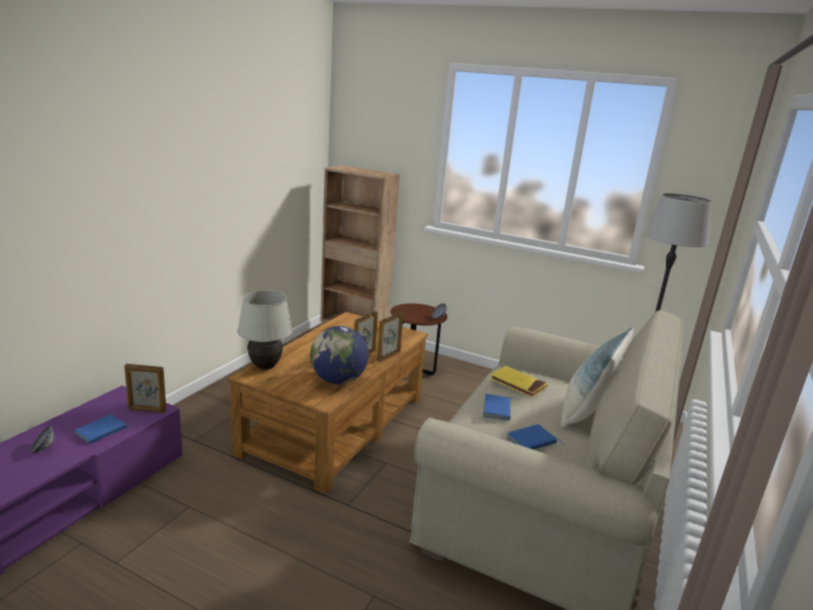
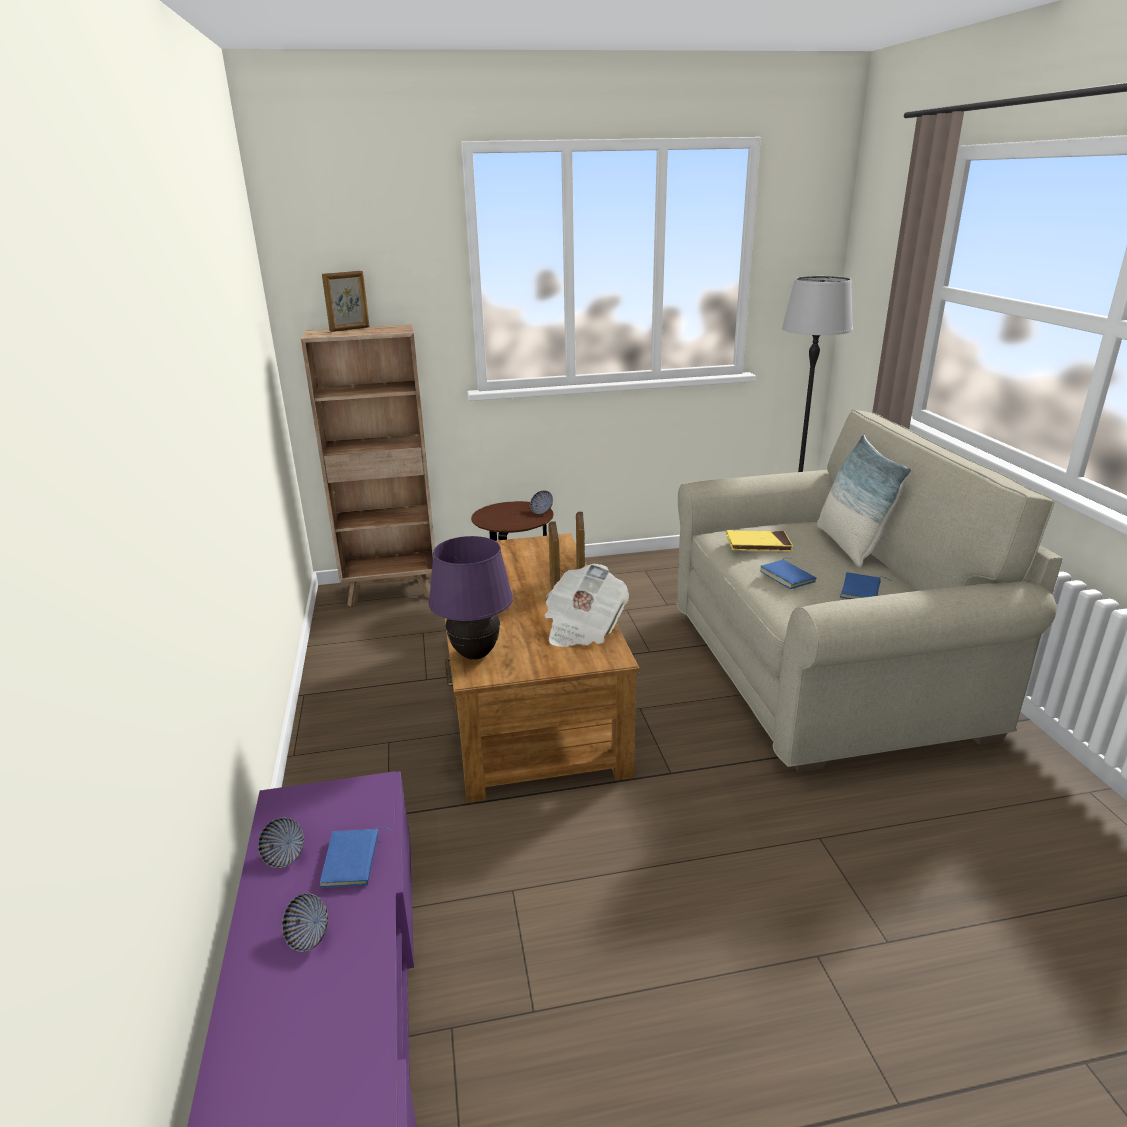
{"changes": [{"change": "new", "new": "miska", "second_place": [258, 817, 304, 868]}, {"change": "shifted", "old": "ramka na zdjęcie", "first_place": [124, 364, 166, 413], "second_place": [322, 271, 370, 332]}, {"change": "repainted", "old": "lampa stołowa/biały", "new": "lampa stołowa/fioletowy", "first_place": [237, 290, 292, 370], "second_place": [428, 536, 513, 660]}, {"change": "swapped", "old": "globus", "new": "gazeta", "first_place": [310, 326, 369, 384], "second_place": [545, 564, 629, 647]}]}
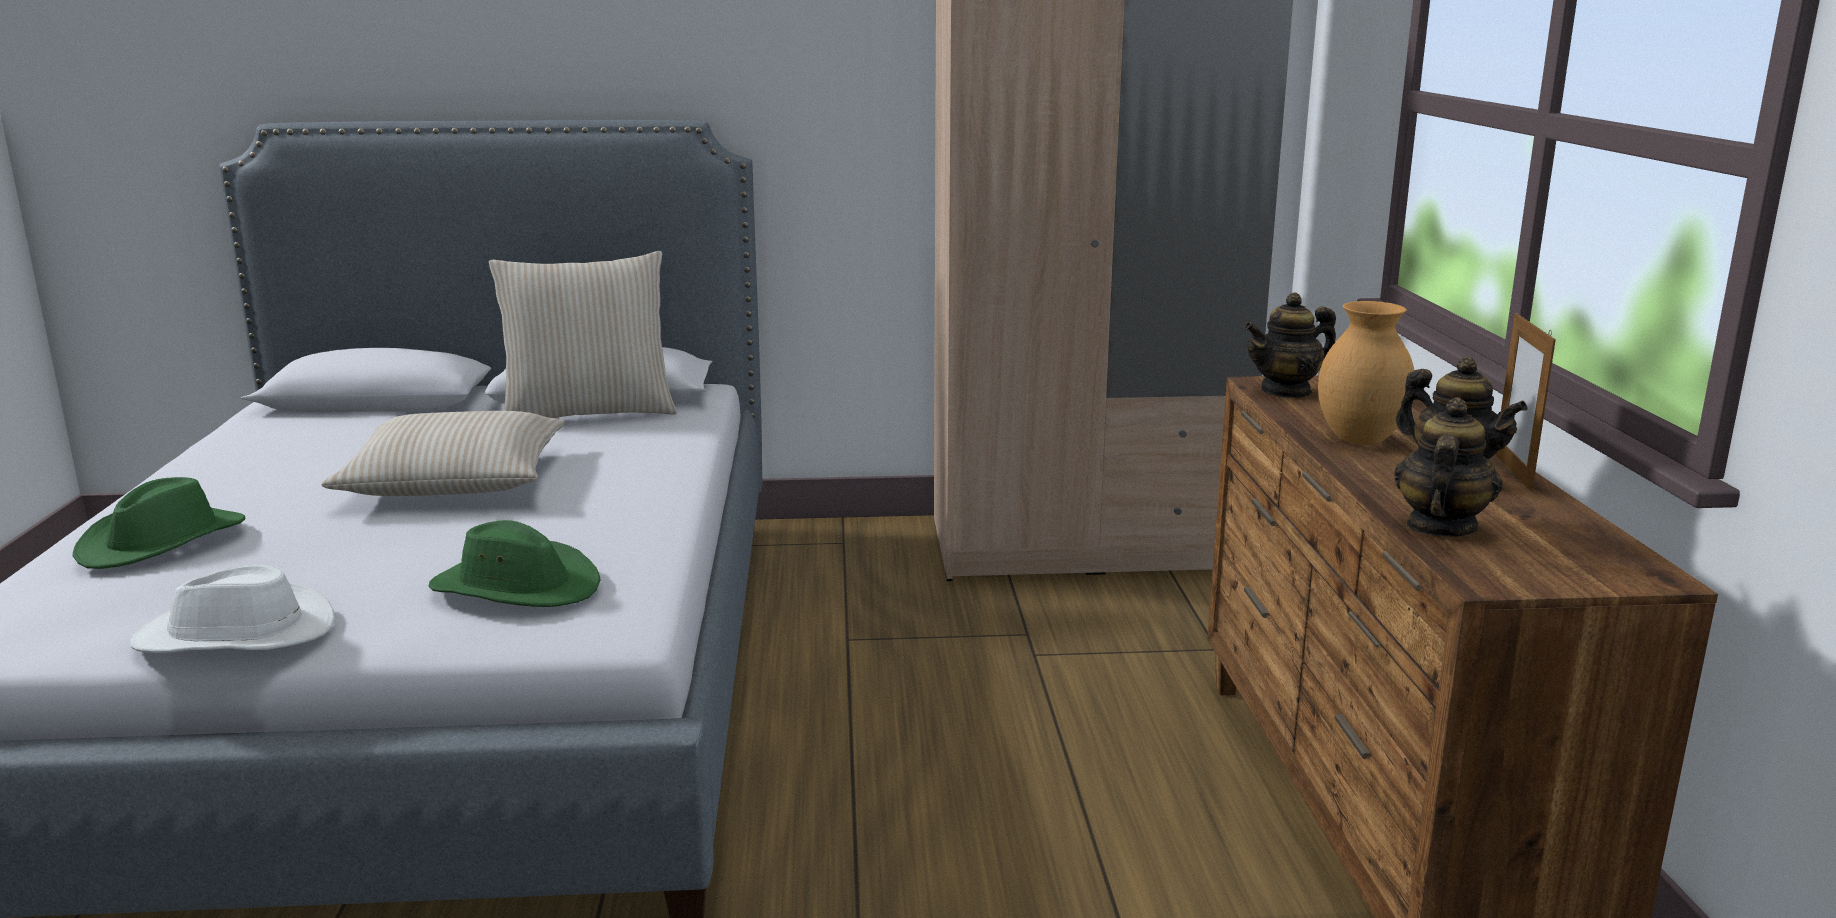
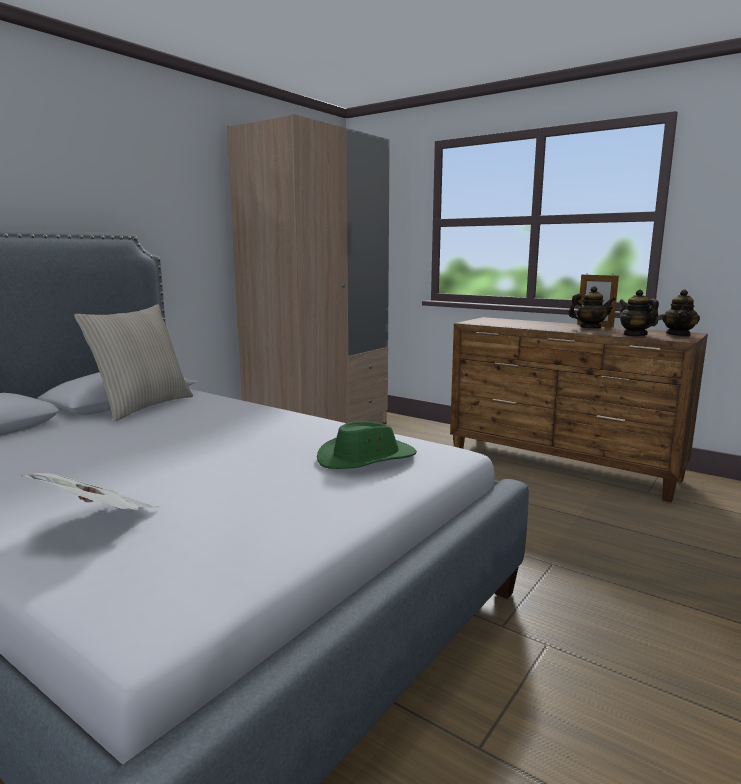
{"changes": [{"change": "swapped", "old": "kapelusz/zielony", "new": "gazeta", "first_place": [72, 477, 245, 569], "second_place": [21, 473, 160, 510]}, {"change": "shifted", "old": "imbryk", "first_place": [1244, 292, 1336, 398], "second_place": [662, 289, 700, 336]}, {"change": "gone", "old": "kapelusz/biały", "first_place": [130, 564, 335, 653]}, {"change": "gone", "old": "poduszka/beżowy", "first_place": [321, 411, 565, 496]}, {"change": "gone", "old": "wazon/brązowy", "first_place": [1318, 301, 1414, 445]}]}
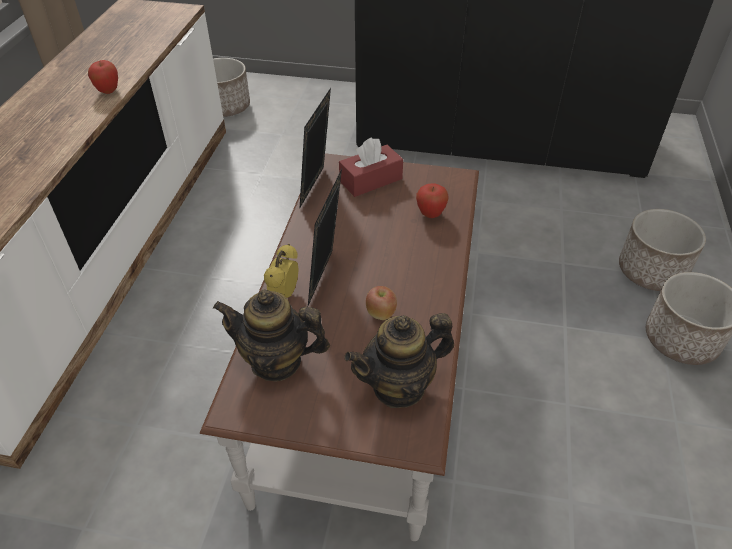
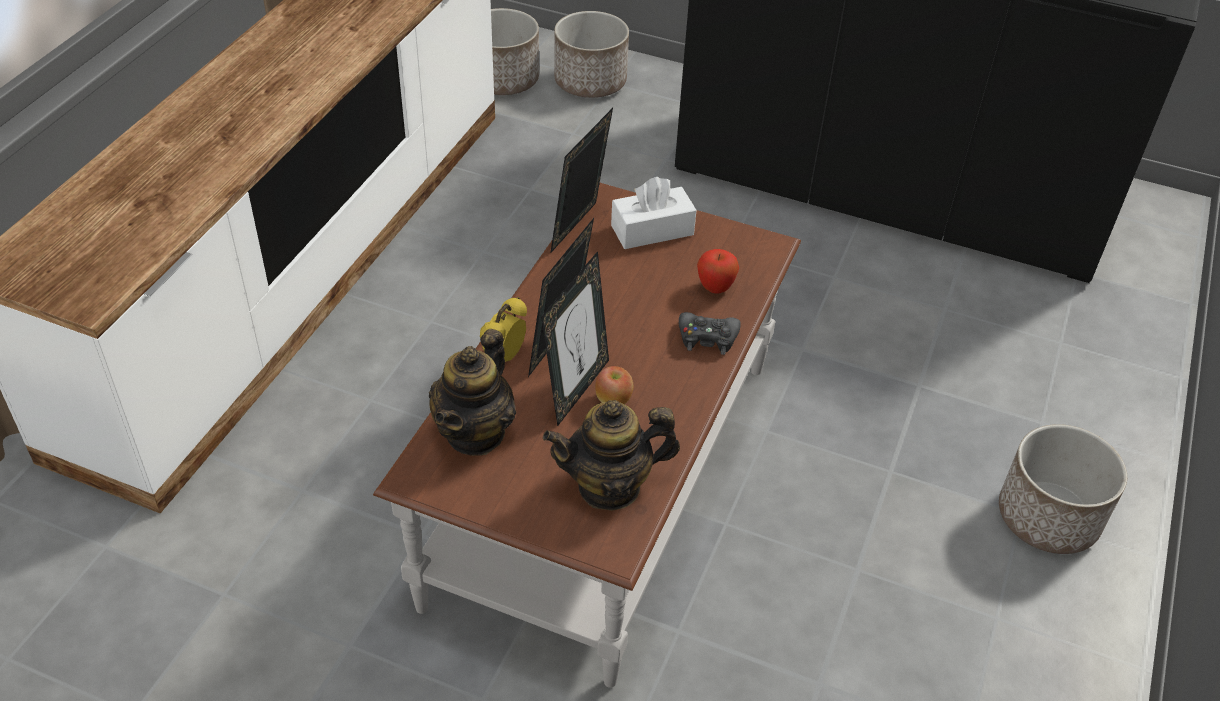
{"changes": [{"change": "rotated", "old": "imbryk", "first_place": [213, 289, 330, 382], "second_place": [429, 329, 516, 456], "degrees": -90}, {"change": "new", "new": "ramka na zdjęcie", "second_place": [541, 251, 609, 426]}, {"change": "shifted", "old": "donica", "first_place": [619, 209, 706, 291], "second_place": [554, 11, 629, 98]}, {"change": "repainted", "old": "pudełko chusteczek/czerwony", "new": "pudełko chusteczek/biały", "first_place": [339, 137, 403, 197], "second_place": [611, 177, 696, 249]}, {"change": "new", "new": "pad do gier/czarny", "second_place": [679, 312, 741, 355]}, {"change": "gone", "old": "jabłko", "first_place": [88, 60, 118, 94]}]}
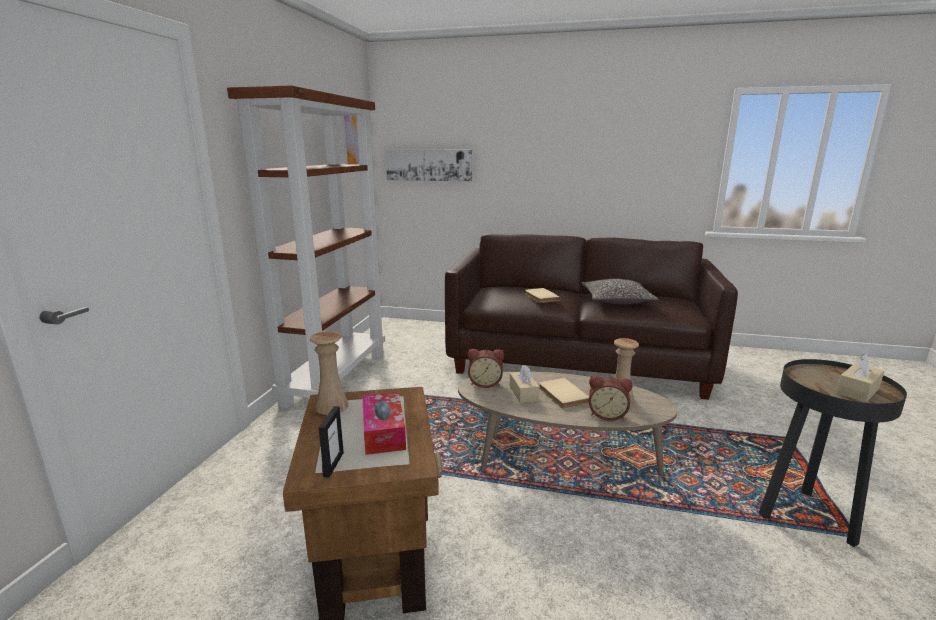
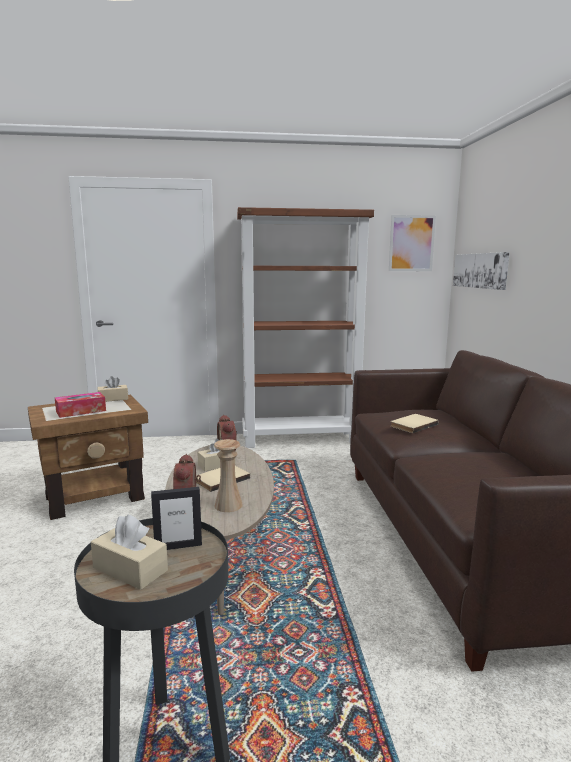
{"changes": [{"change": "swapped", "old": "wazon/beżowy", "new": "pudełko chusteczek/beżowy", "first_place": [310, 331, 349, 415], "second_place": [98, 376, 128, 402]}, {"change": "shifted", "old": "ramka na zdjęcie", "first_place": [319, 406, 344, 478], "second_place": [151, 487, 202, 550]}, {"change": "gone", "old": "poduszka", "first_place": [581, 279, 659, 304]}]}
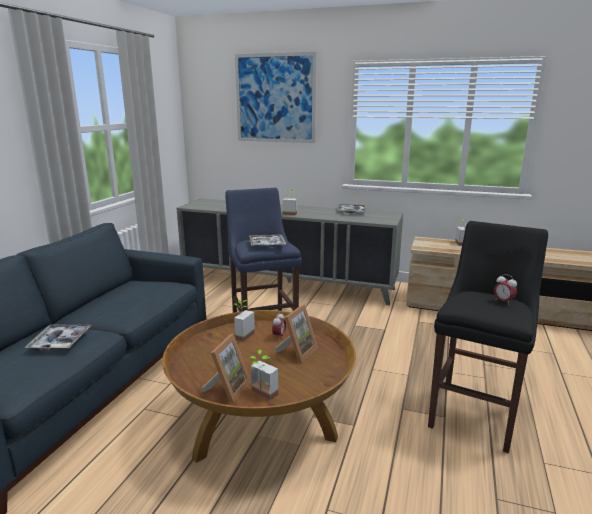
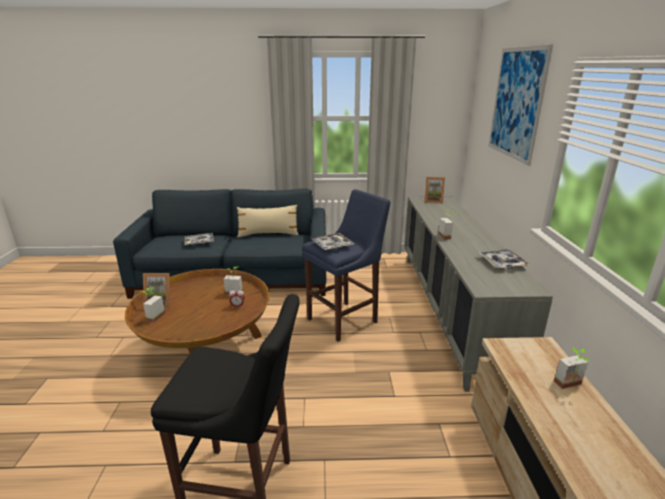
{"changes": [{"change": "new", "new": "poduszka/beżowy", "second_place": [237, 205, 299, 238]}, {"change": "shifted", "old": "ramka na zdjęcie", "first_place": [275, 304, 318, 362], "second_place": [424, 177, 445, 204]}, {"change": "gone", "old": "budzik", "first_place": [494, 274, 517, 305]}]}
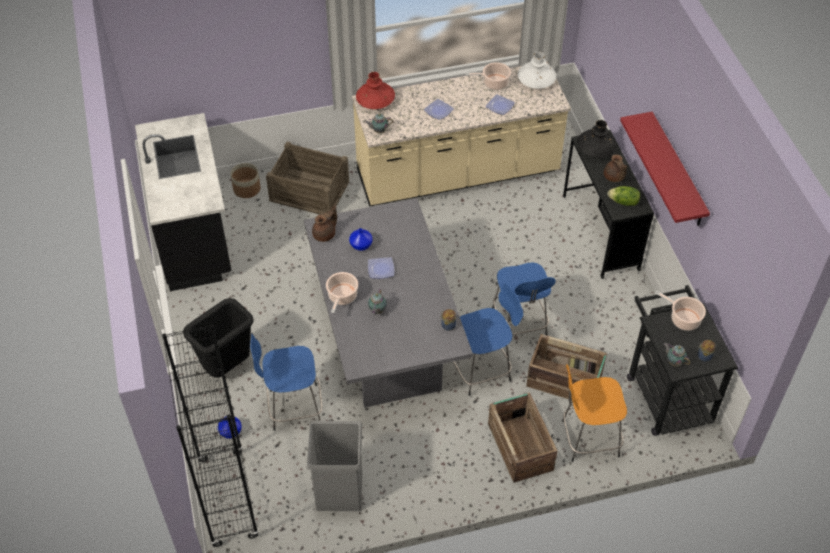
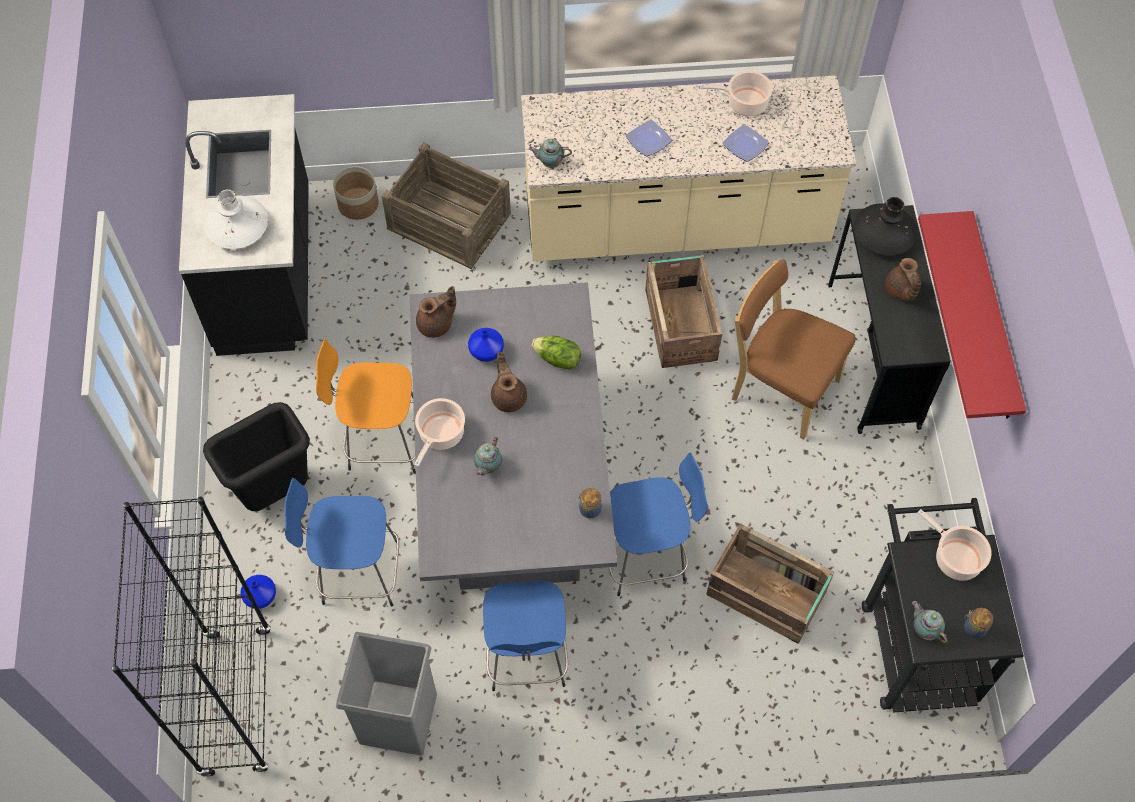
{"changes": [{"change": "shifted", "old": "wazon/biały", "first_place": [518, 52, 556, 89], "second_place": [204, 189, 268, 249]}, {"change": "shifted", "old": "stołek/pomarańczowy", "first_place": [562, 364, 627, 462], "second_place": [316, 339, 416, 474]}, {"change": "shifted", "old": "stołek/niebieski", "first_place": [492, 262, 556, 335], "second_place": [483, 581, 568, 691]}, {"change": "swapped", "old": "talerz", "new": "imbryk/brązowy", "first_place": [368, 257, 394, 279], "second_place": [491, 352, 527, 412]}, {"change": "shifted", "old": "sałata", "first_place": [608, 186, 640, 206], "second_place": [532, 336, 581, 370]}, {"change": "shifted", "old": "skrzynka", "first_place": [488, 392, 558, 483], "second_place": [645, 255, 722, 368]}, {"change": "new", "new": "krzesło/brązowy", "second_place": [732, 259, 855, 440]}, {"change": "gone", "old": "wazon/czerwony", "first_place": [356, 72, 395, 109]}]}
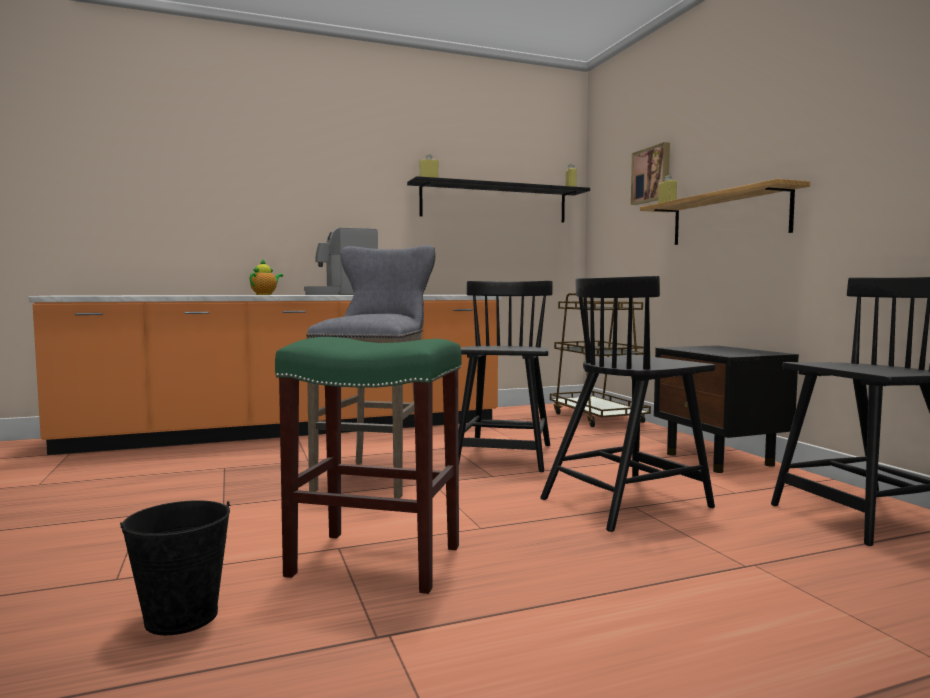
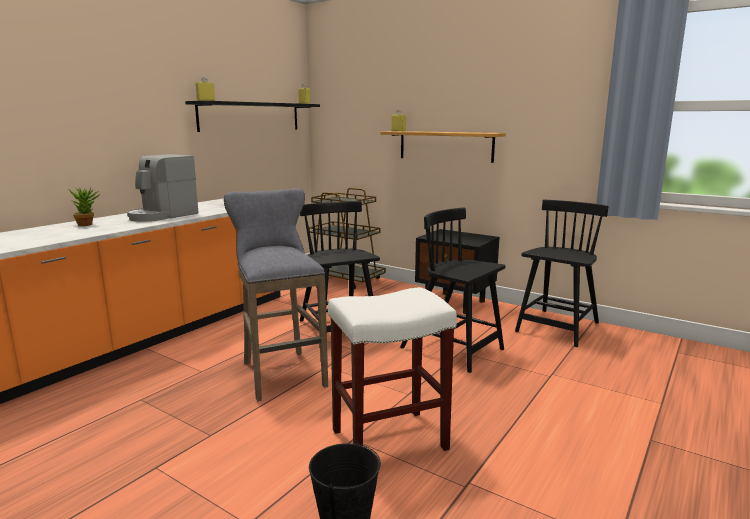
{"changes": [{"change": "swapped", "old": "imbryk", "new": "roślina doniczkowa", "first_place": [249, 259, 283, 295], "second_place": [69, 187, 101, 226]}, {"change": "repainted", "old": "stołek/zielony", "new": "stołek/biały", "first_place": [275, 337, 462, 594], "second_place": [328, 287, 457, 451]}, {"change": "rotated", "old": "krzesło/czarny", "first_place": [540, 276, 716, 532], "second_place": [400, 208, 505, 373], "degrees": 105}, {"change": "gone", "old": "obraz", "first_place": [631, 142, 670, 205]}]}
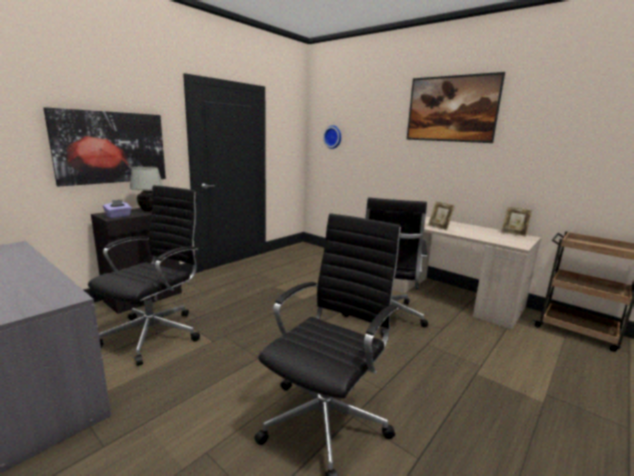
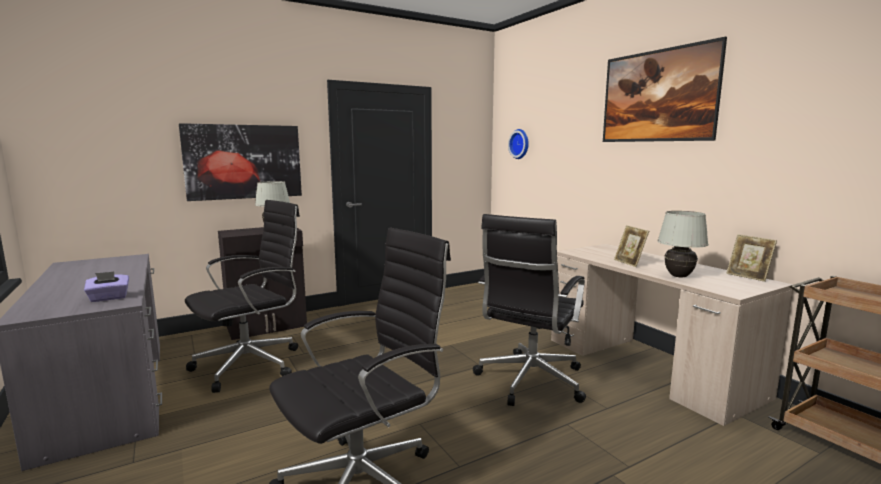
{"changes": [{"change": "shifted", "old": "pudełko chusteczek/fioletowy", "first_place": [103, 199, 132, 218], "second_place": [84, 271, 129, 302]}, {"change": "new", "new": "lampa stołowa/biały", "second_place": [658, 211, 708, 278]}]}
